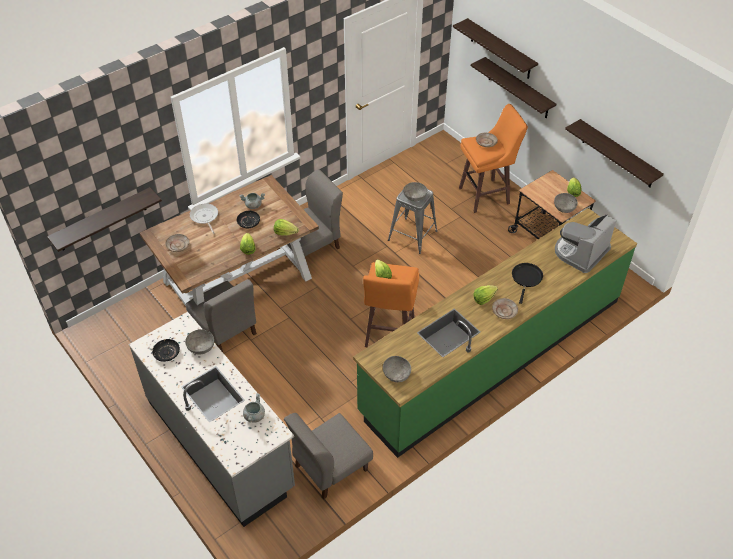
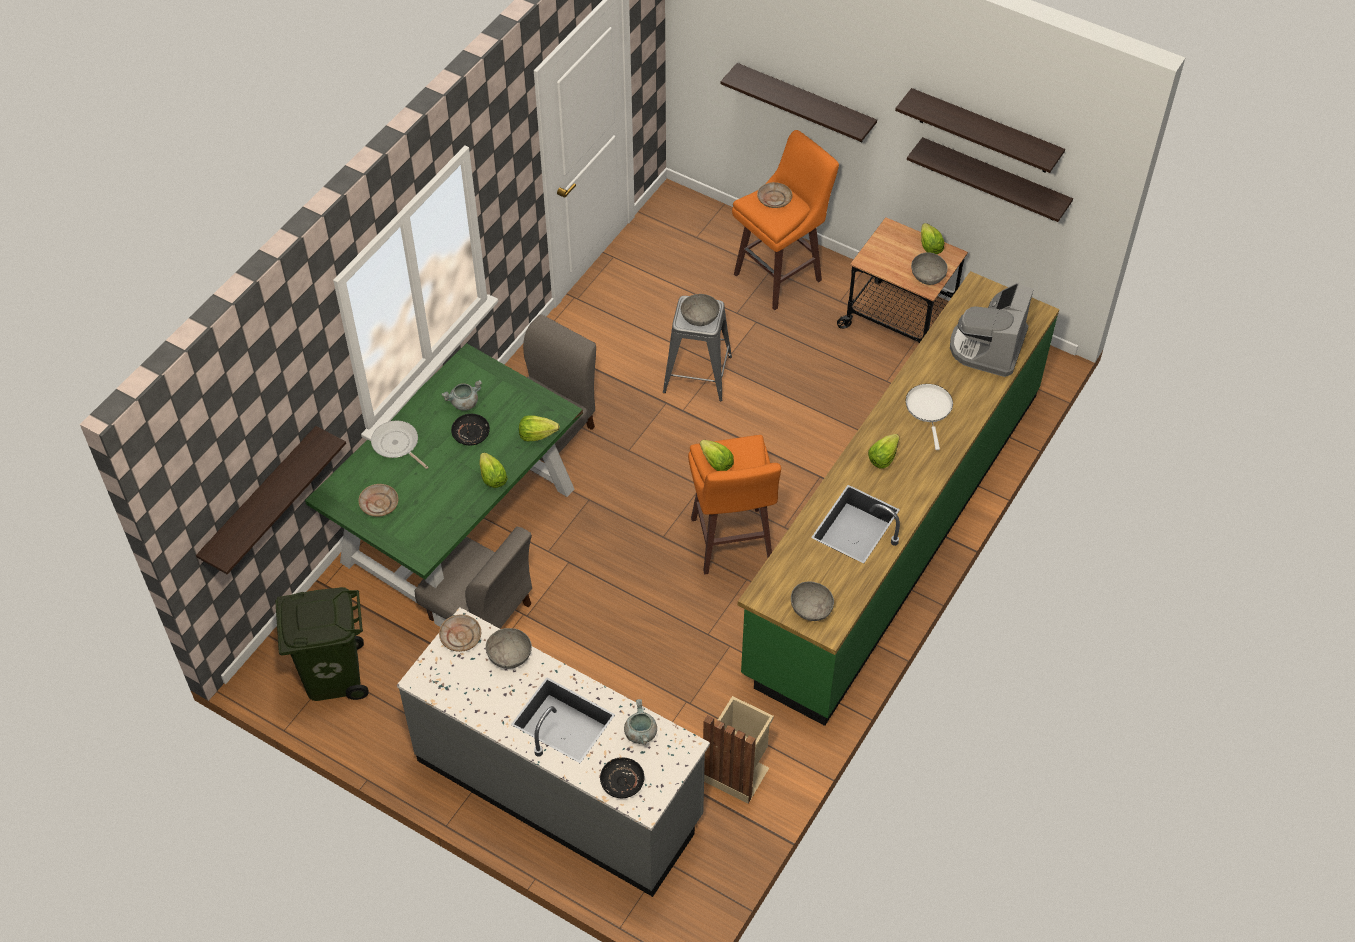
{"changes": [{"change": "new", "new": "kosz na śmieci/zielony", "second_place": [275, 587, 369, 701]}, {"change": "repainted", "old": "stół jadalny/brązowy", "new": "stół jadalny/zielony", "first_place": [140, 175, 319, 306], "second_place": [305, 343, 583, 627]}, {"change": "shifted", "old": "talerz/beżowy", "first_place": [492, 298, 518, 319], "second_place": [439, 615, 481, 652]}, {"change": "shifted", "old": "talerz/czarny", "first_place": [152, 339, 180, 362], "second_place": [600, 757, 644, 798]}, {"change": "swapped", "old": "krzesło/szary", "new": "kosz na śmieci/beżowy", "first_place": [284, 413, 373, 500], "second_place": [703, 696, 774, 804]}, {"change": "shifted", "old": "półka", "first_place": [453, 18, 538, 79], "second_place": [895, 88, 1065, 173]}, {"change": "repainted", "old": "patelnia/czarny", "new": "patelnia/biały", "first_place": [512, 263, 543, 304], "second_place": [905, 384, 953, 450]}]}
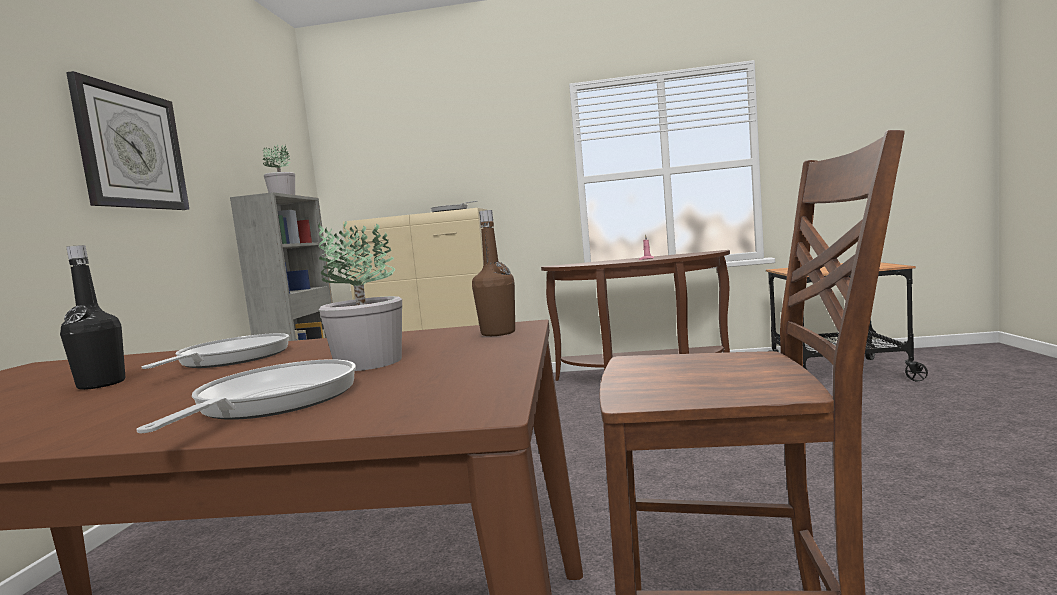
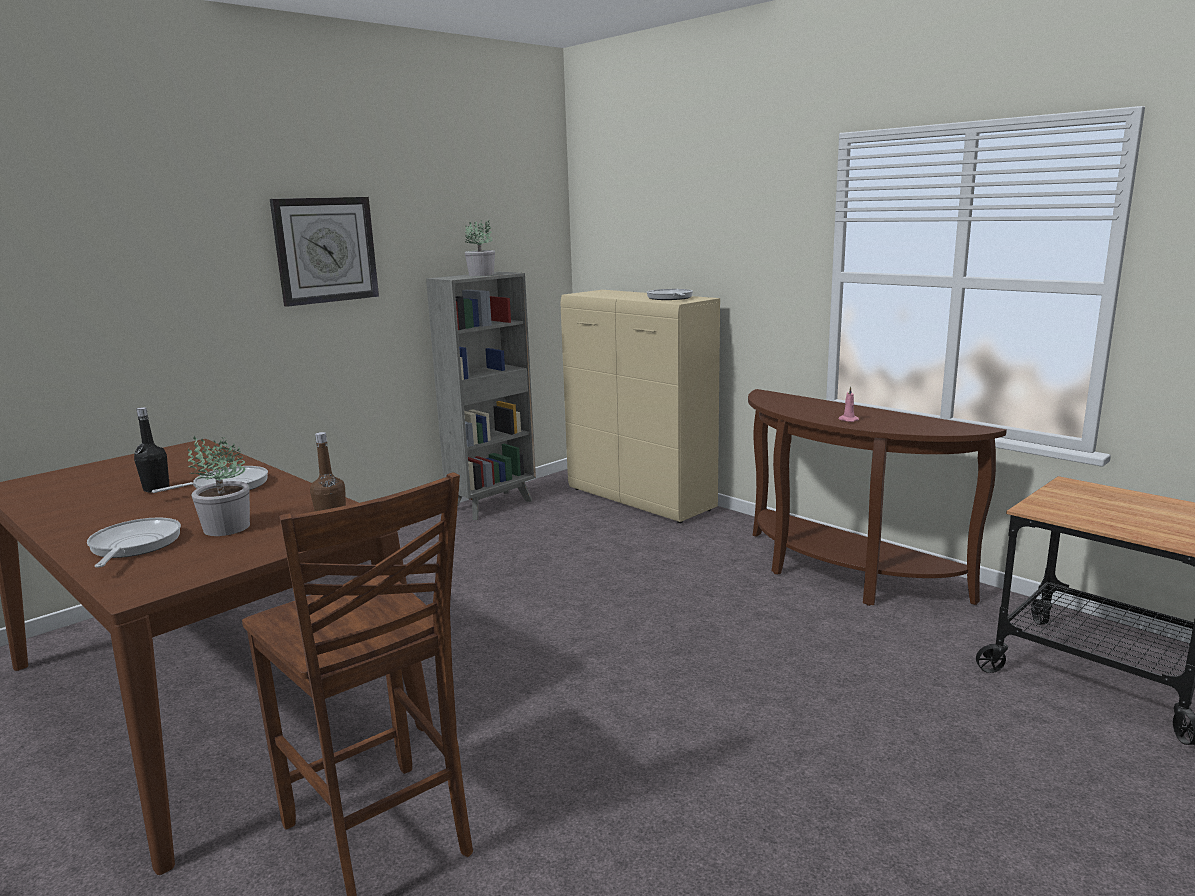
{"changes": [{"change": "rotated", "old": "patelnia", "first_place": [136, 359, 356, 434], "second_place": [87, 518, 181, 568], "degrees": -60}]}
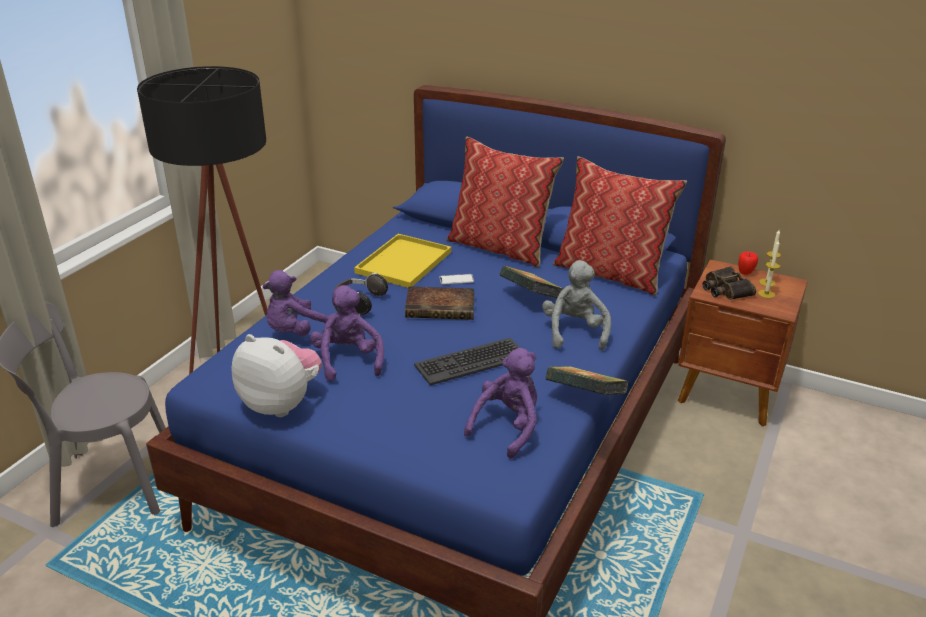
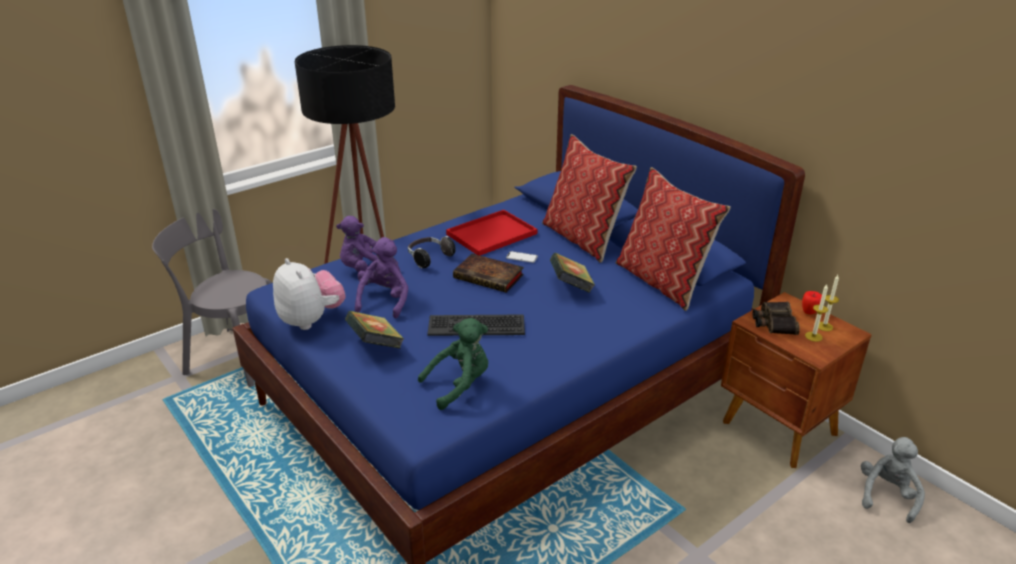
{"changes": [{"change": "shifted", "old": "książka", "first_place": [545, 366, 629, 395], "second_place": [345, 311, 404, 349]}, {"change": "repainted", "old": "pluszak/fioletowy", "new": "pluszak/zielony", "first_place": [464, 348, 537, 458], "second_place": [418, 318, 488, 410]}, {"change": "repainted", "old": "taca/żółty", "new": "taca/czerwony", "first_place": [354, 234, 451, 288], "second_place": [446, 210, 537, 255]}, {"change": "shifted", "old": "pluszak/szary", "first_place": [542, 260, 611, 350], "second_place": [861, 437, 925, 523]}]}
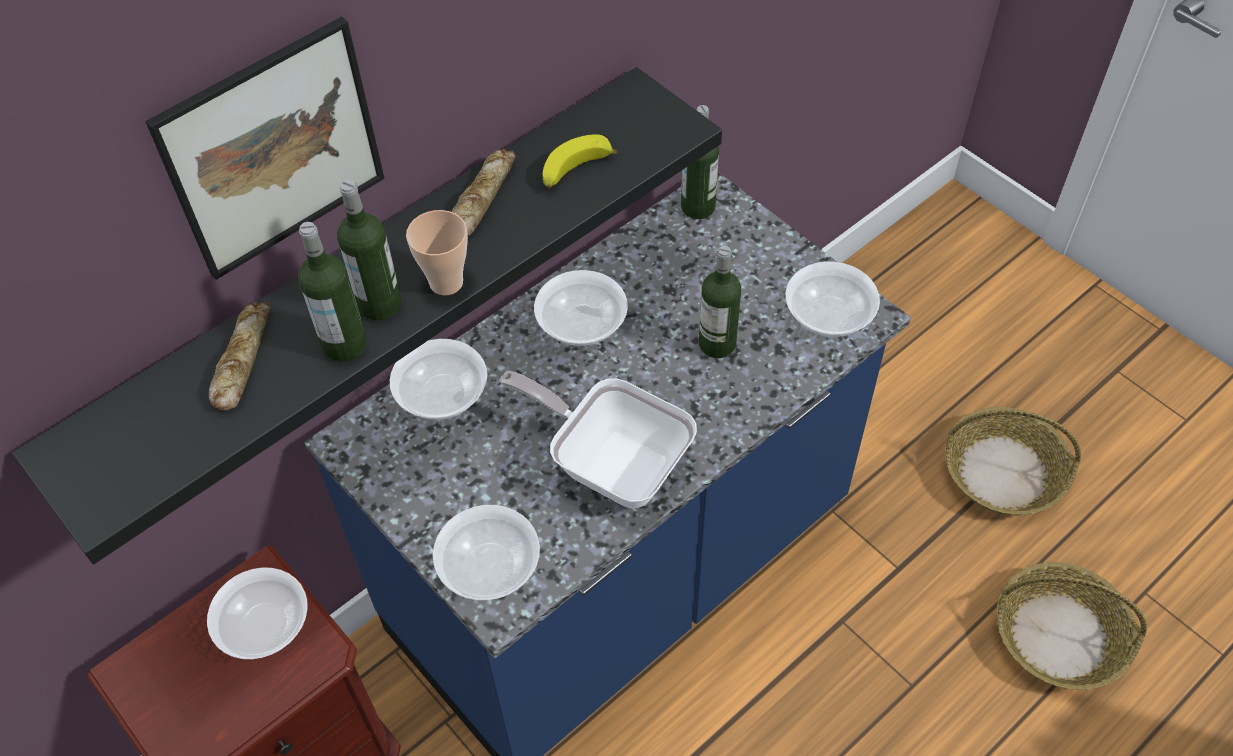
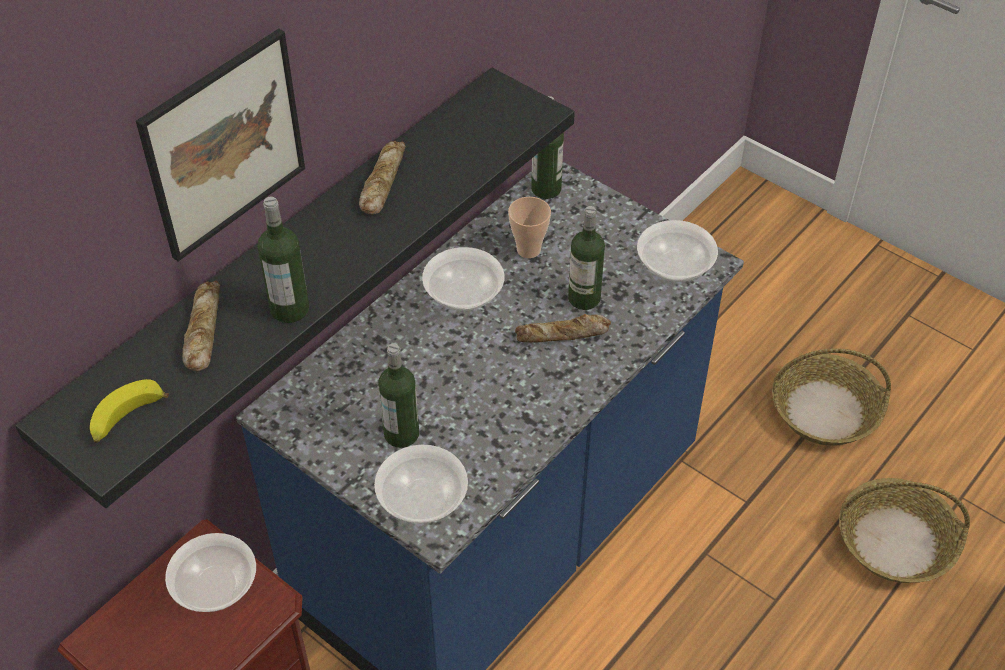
{"changes": [{"change": "shifted", "old": "banan", "first_place": [543, 134, 618, 188], "second_place": [90, 379, 169, 443]}, {"change": "shifted", "old": "butelka", "first_place": [337, 179, 402, 320], "second_place": [378, 343, 419, 448]}, {"change": "shifted", "old": "filiżanka", "first_place": [406, 210, 468, 295], "second_place": [508, 197, 551, 258]}, {"change": "new", "new": "chleb", "second_place": [515, 314, 611, 343]}, {"change": "gone", "old": "miska", "first_place": [390, 339, 487, 420]}, {"change": "gone", "old": "patelnia", "first_place": [499, 371, 697, 508]}]}
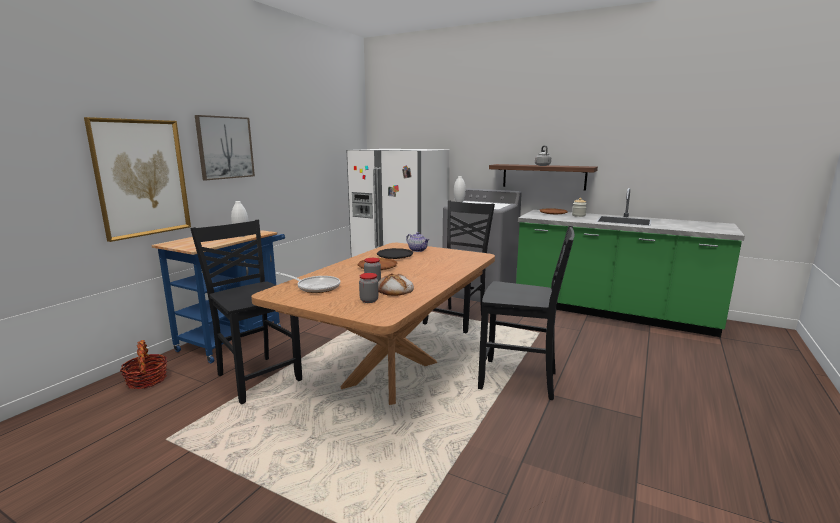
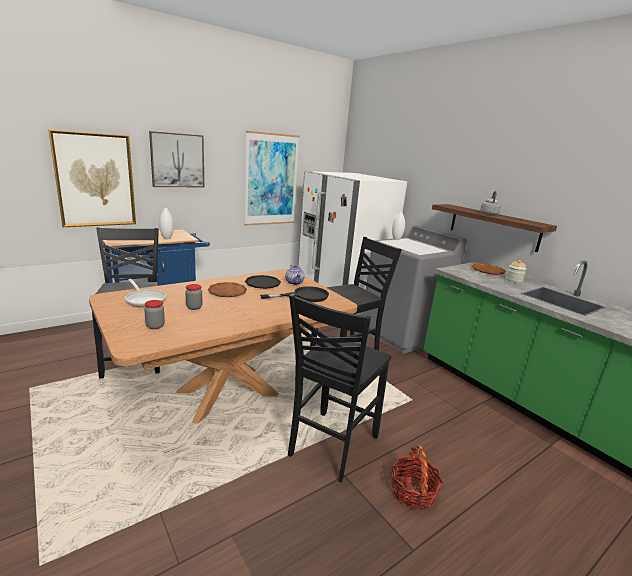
{"changes": [{"change": "new", "new": "obraz", "second_place": [244, 131, 300, 226]}, {"change": "new", "new": "patelnia/czarny", "second_place": [260, 286, 329, 302]}, {"change": "rotated", "old": "krzesło/czarny", "first_place": [478, 225, 575, 400], "second_place": [288, 294, 392, 482], "degrees": 75}, {"change": "shifted", "old": "koszyk", "first_place": [120, 340, 167, 389], "second_place": [391, 445, 443, 510]}, {"change": "gone", "old": "chleb", "first_place": [378, 274, 414, 296]}]}
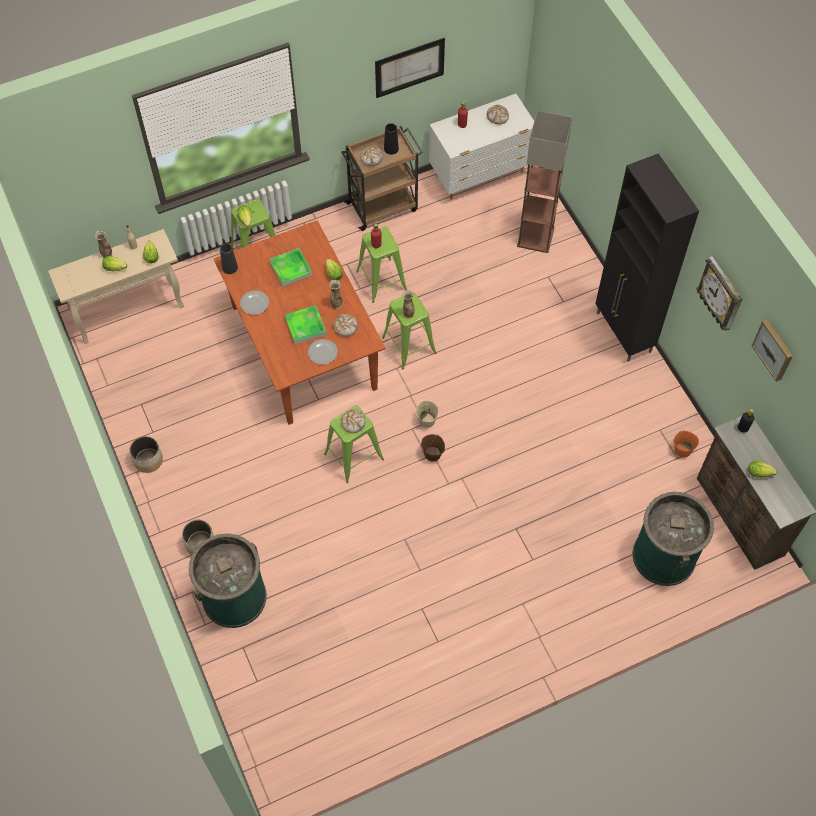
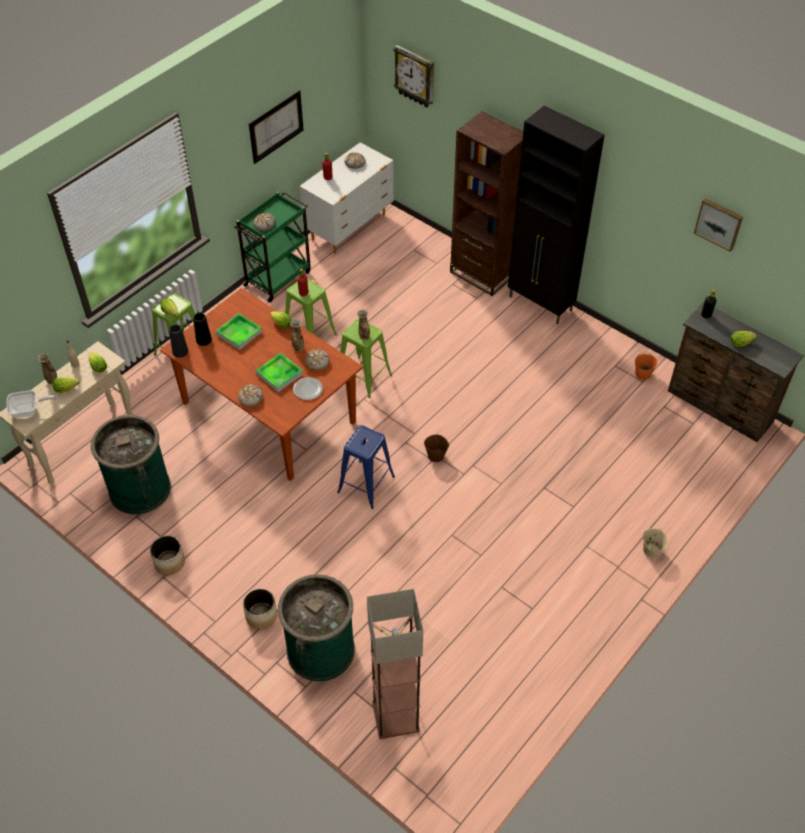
{"changes": [{"change": "new", "new": "patelnia", "second_place": [7, 390, 57, 418]}, {"change": "shifted", "old": "kosz na śmieci/zielony", "first_place": [633, 492, 714, 586], "second_place": [91, 415, 171, 514]}, {"change": "shifted", "old": "wazon/czarny", "first_place": [384, 123, 399, 155], "second_place": [193, 313, 212, 346]}, {"change": "repainted", "old": "wózek/brązowy", "new": "wózek/zielony", "first_place": [341, 126, 423, 231], "second_place": [234, 192, 311, 302]}, {"change": "shifted", "old": "chleb", "first_place": [341, 409, 366, 433], "second_place": [238, 384, 263, 407]}, {"change": "repainted", "old": "stołek/zielony", "new": "stołek/niebieski", "first_place": [324, 406, 384, 483], "second_place": [337, 425, 395, 509]}, {"change": "shifted", "old": "lampa stojąca", "first_place": [517, 111, 573, 253], "second_place": [367, 589, 423, 739]}, {"change": "shifted", "old": "zegar ścienny", "first_place": [696, 256, 743, 331], "second_place": [394, 45, 434, 108]}, {"change": "new", "new": "regał/brązowy", "second_place": [450, 112, 523, 296]}, {"change": "shifted", "old": "wiadro/beżowy", "first_place": [416, 400, 439, 428], "second_place": [643, 528, 668, 558]}, {"change": "gone", "old": "talerz", "first_place": [240, 290, 269, 315]}]}
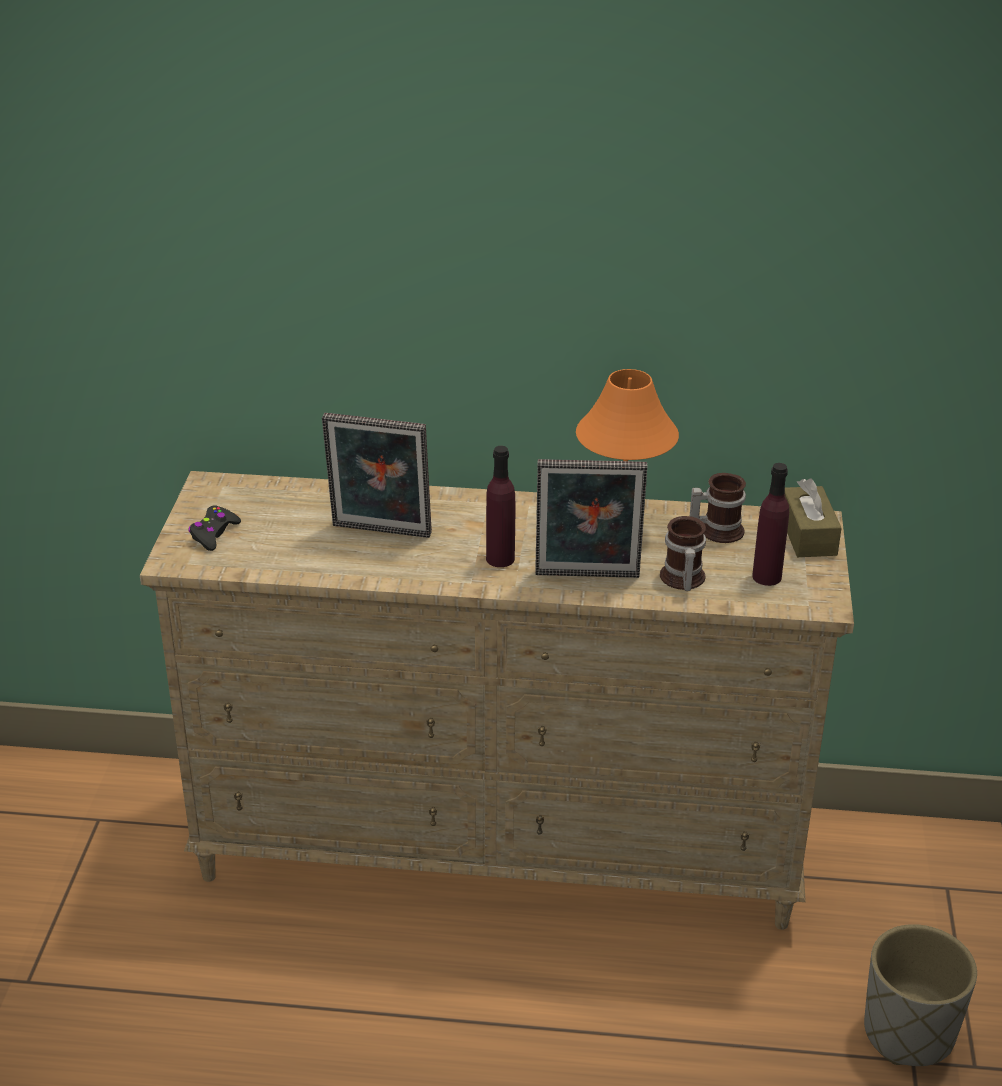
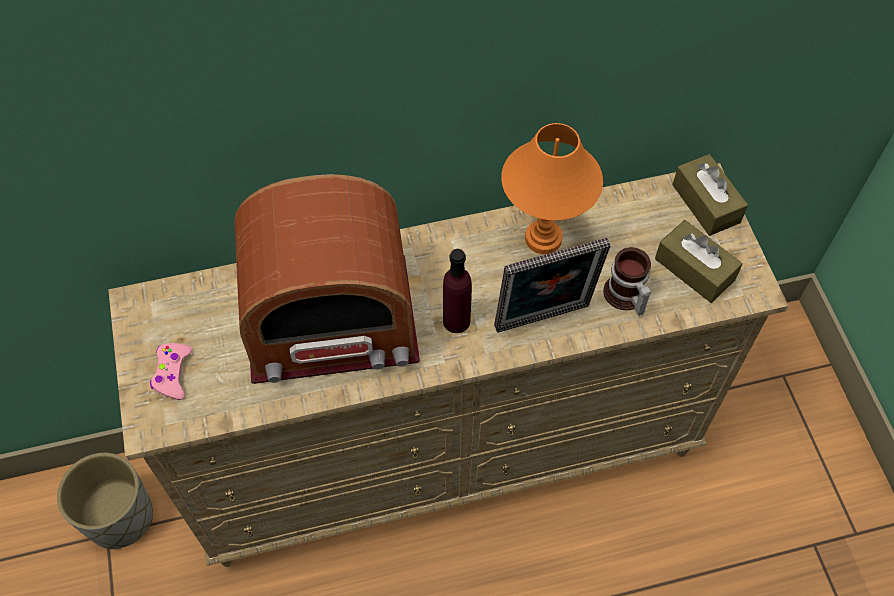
{"changes": [{"change": "shifted", "old": "donica/szary", "first_place": [864, 924, 977, 1066], "second_place": [57, 453, 153, 549]}, {"change": "repainted", "old": "pad do gier/czarny", "new": "pad do gier/różowy", "first_place": [188, 505, 241, 551], "second_place": [150, 343, 192, 400]}, {"change": "swapped", "old": "ramka na zdjęcie", "new": "radio", "first_place": [322, 413, 432, 538], "second_place": [234, 174, 420, 384]}, {"change": "swapped", "old": "butelka/fioletowy", "new": "pudełko chusteczek/brązowy", "first_place": [752, 463, 789, 586], "second_place": [655, 220, 743, 303]}, {"change": "gone", "old": "kubek", "first_place": [690, 473, 746, 543]}]}
